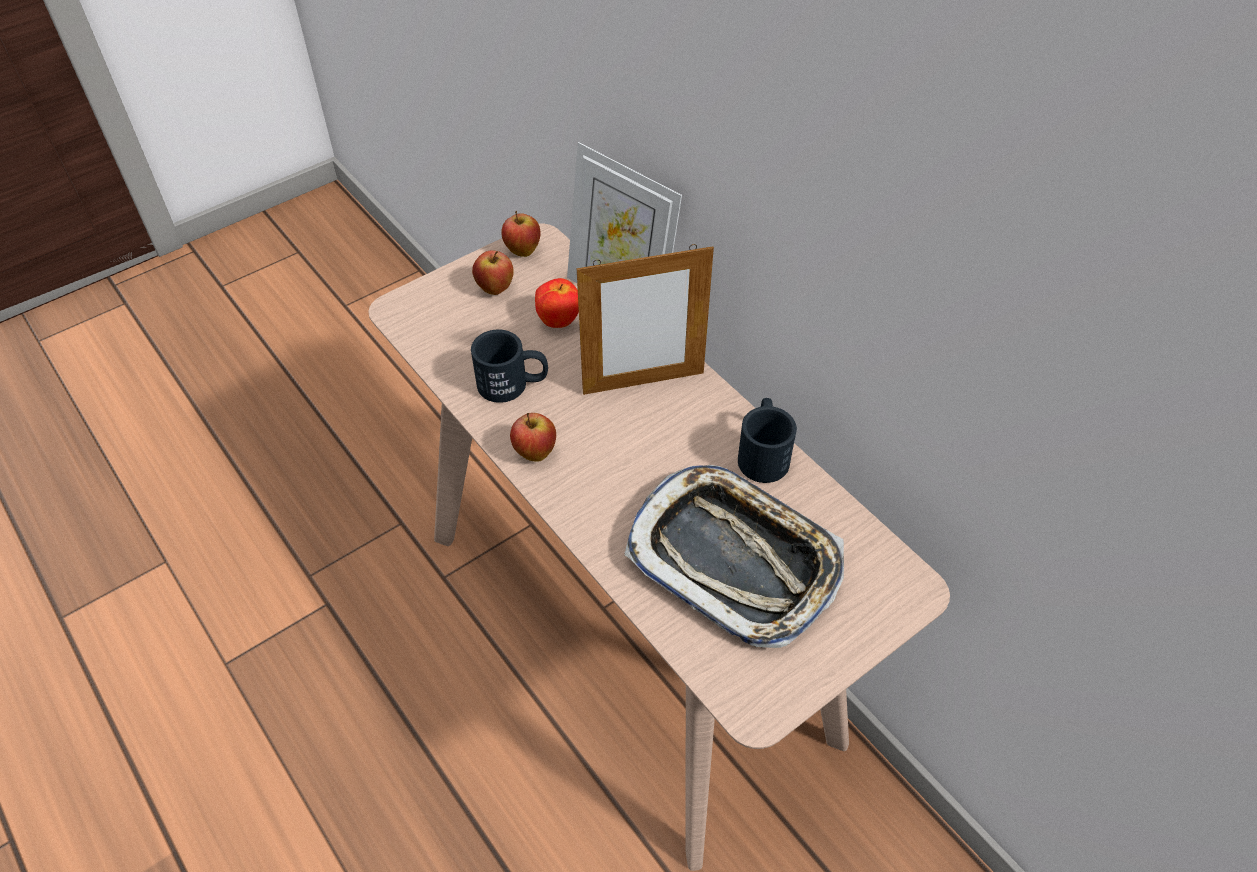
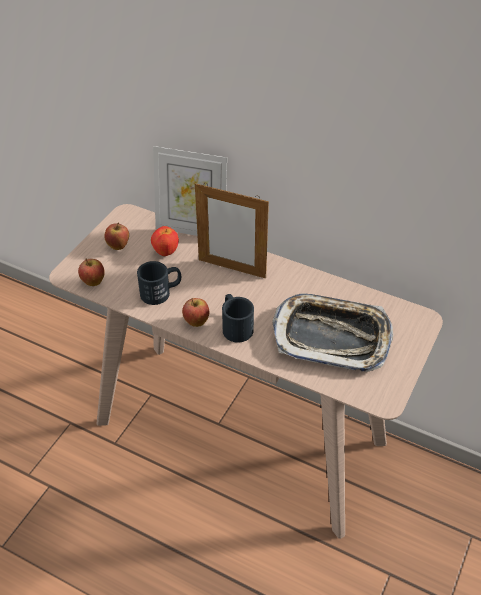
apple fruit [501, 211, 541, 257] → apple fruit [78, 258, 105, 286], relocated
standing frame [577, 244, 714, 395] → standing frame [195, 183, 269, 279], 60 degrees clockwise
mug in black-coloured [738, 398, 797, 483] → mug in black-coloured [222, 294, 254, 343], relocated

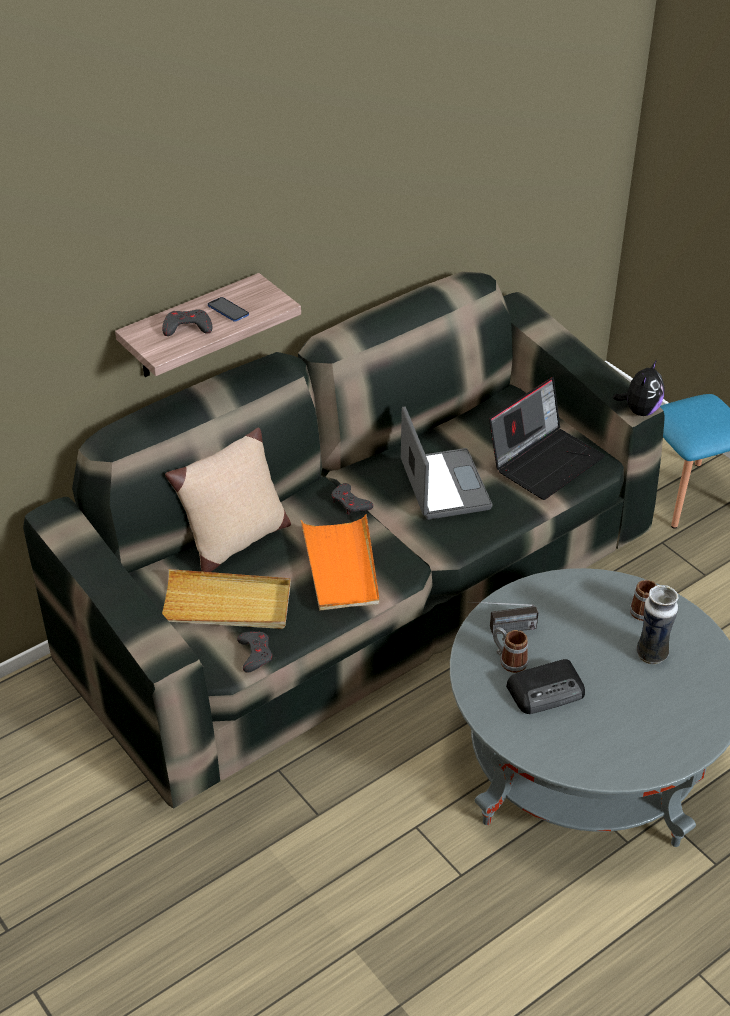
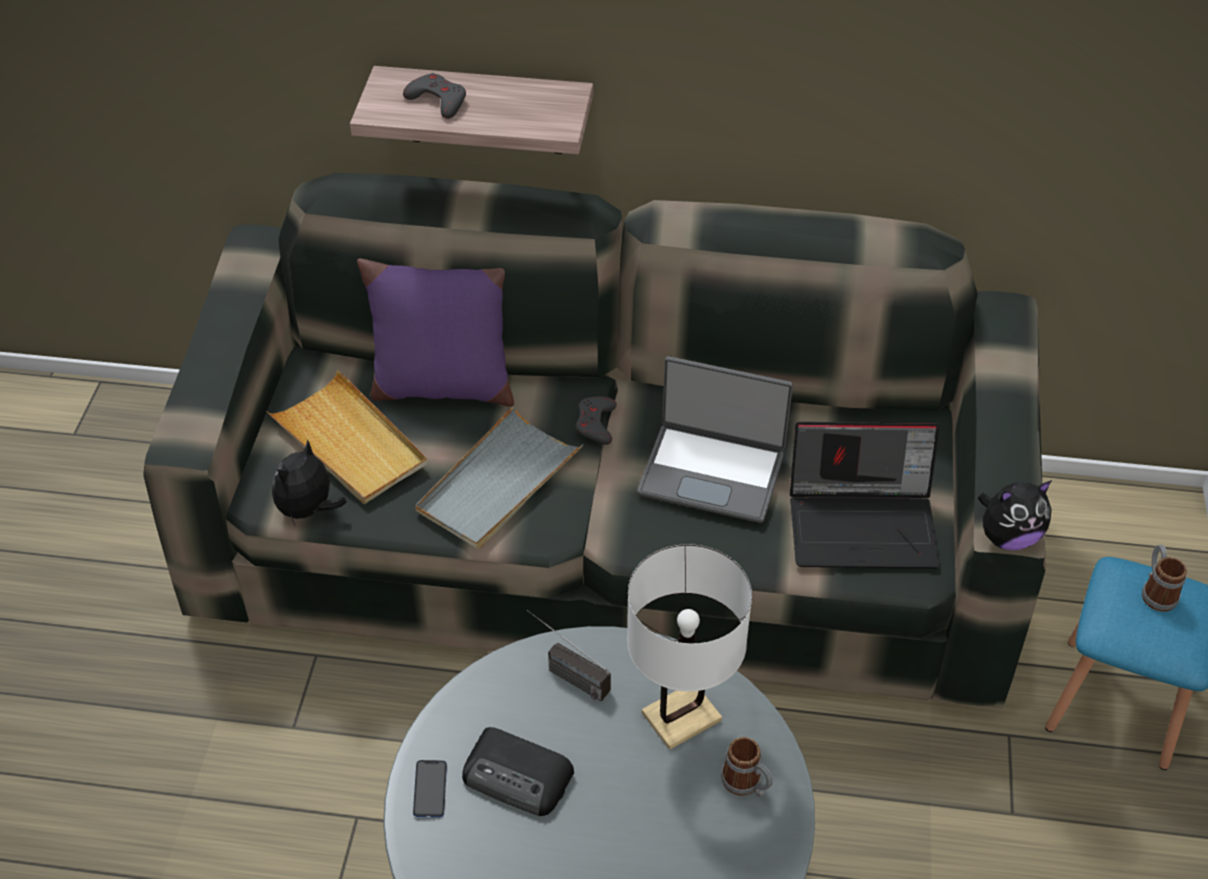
throw pillow in beige [165, 428, 291, 572] → throw pillow in purplish [357, 258, 514, 407]
telephone [208, 297, 249, 321] → telephone [413, 760, 447, 818], relocated
joypad in gray [237, 631, 272, 673] → cuddly toy [272, 439, 347, 525]
serving tray in orange [301, 514, 379, 611] → serving tray in gray [415, 406, 583, 549]
notebook computer [401, 406, 492, 520] → notebook computer [637, 356, 793, 523], 75 degrees clockwise
mug [493, 627, 528, 673] → mug [1142, 545, 1187, 612], relocated
decorative vase [636, 585, 679, 664] → -
- → tabletop lamp in white-coloured [627, 544, 752, 750]

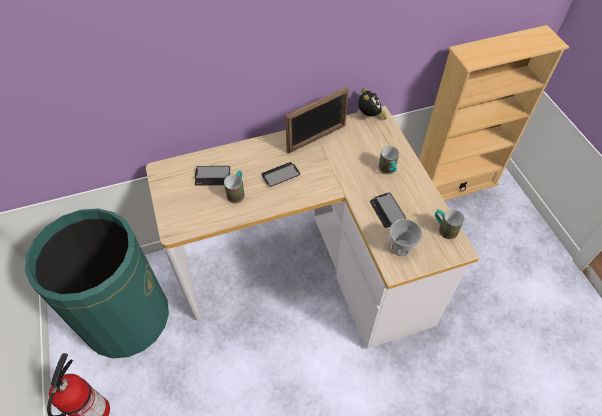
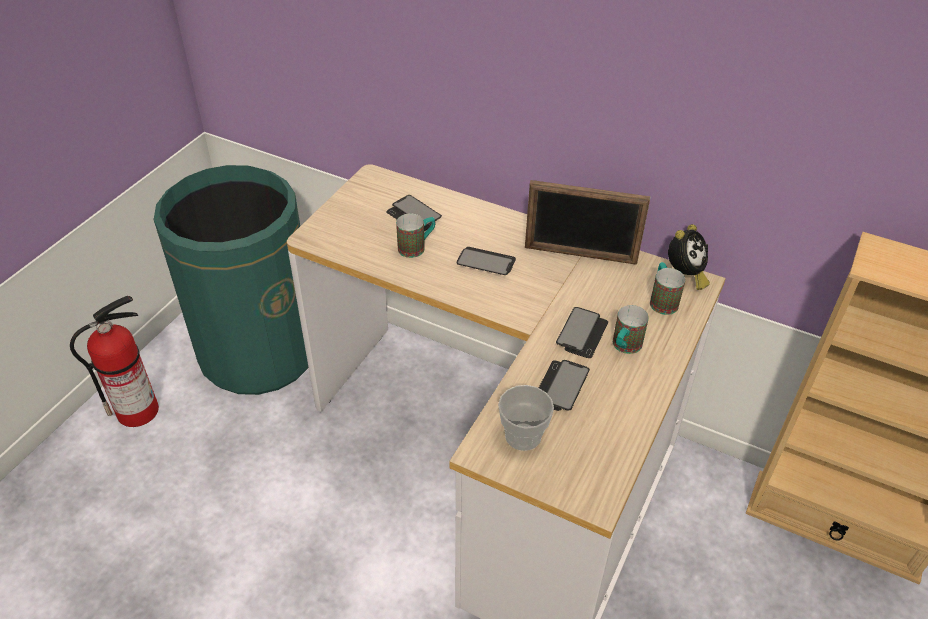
mug [435, 209, 464, 239] → mug [650, 262, 685, 315], relocated
- → telephone [556, 307, 608, 358]

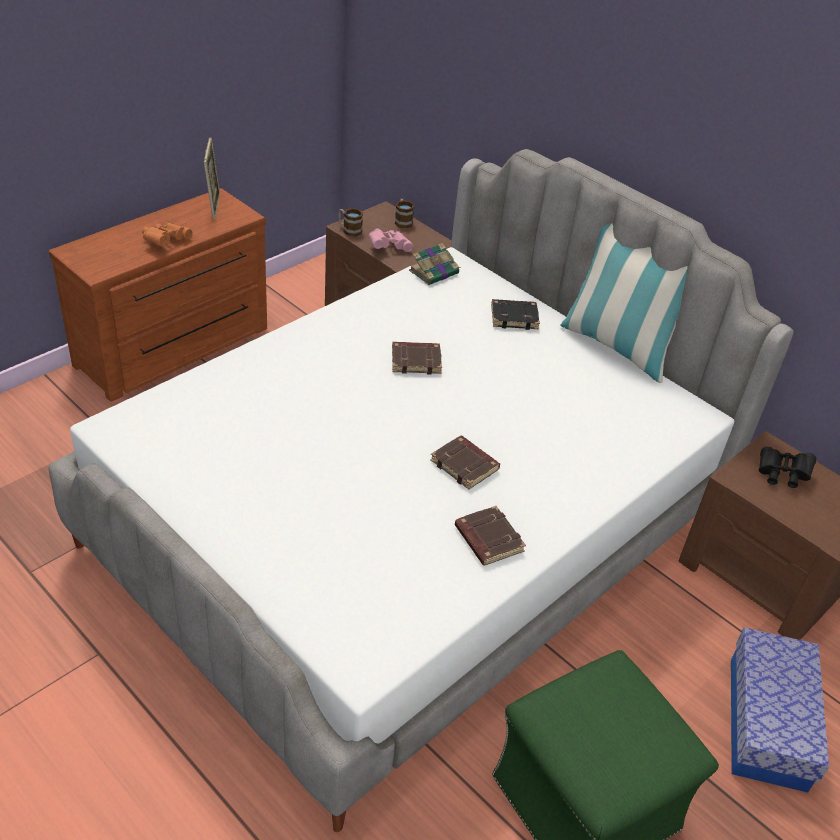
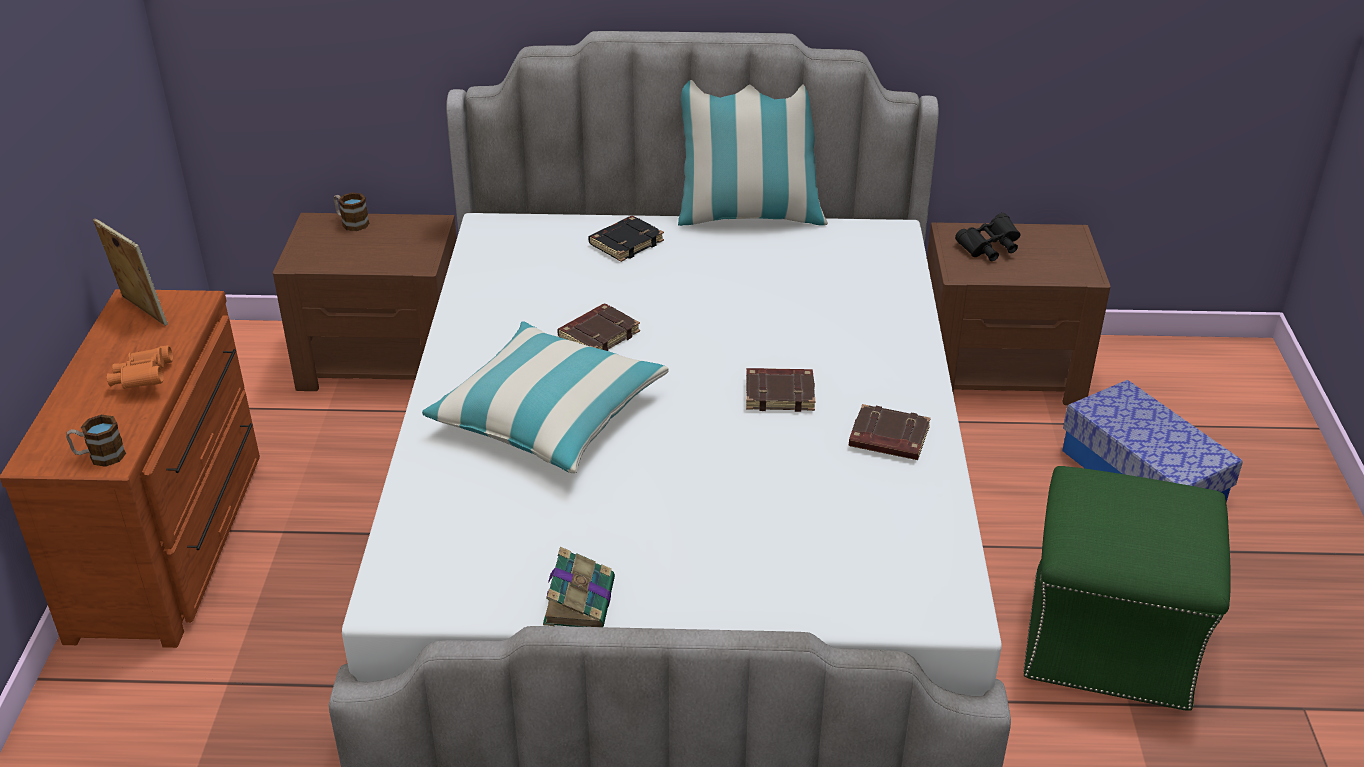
mug [338, 208, 363, 237] → mug [66, 415, 126, 467], relocated
binoculars in pinkish [369, 229, 413, 252] → -
bound book [409, 243, 460, 285] → bound book [543, 547, 615, 627], relocated
- → throw pillow [422, 322, 669, 473]

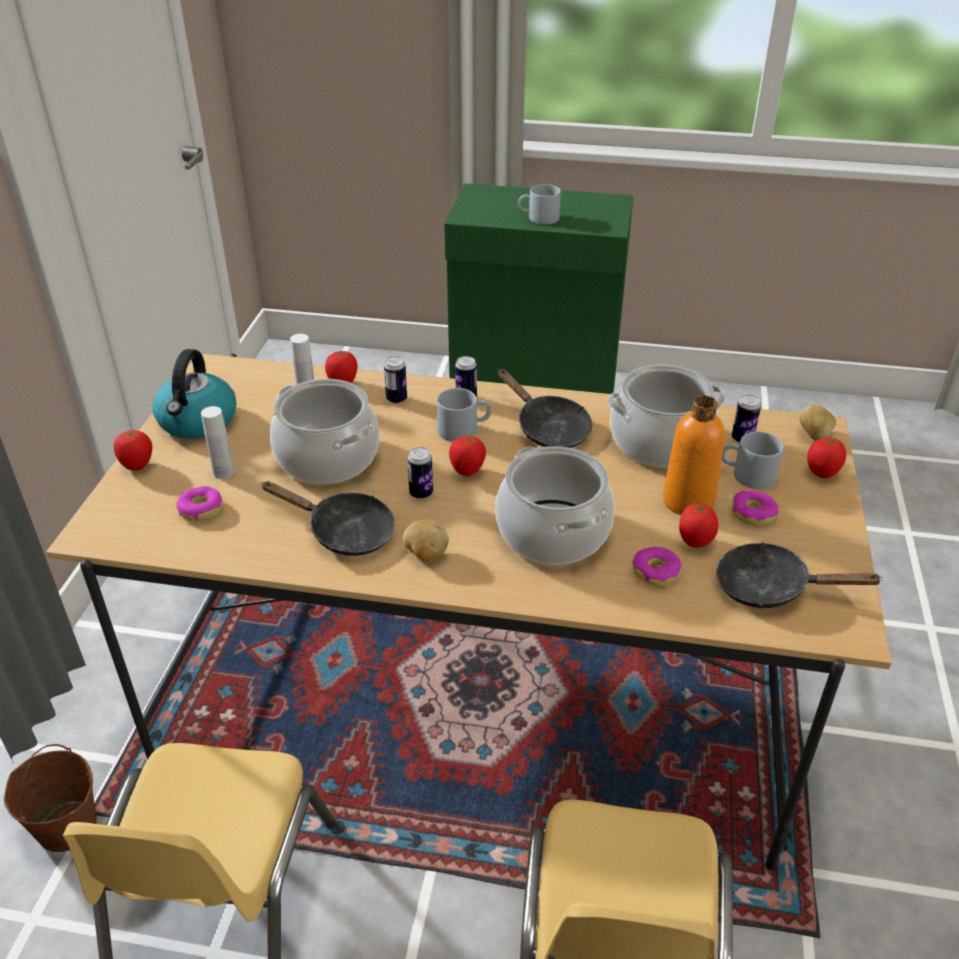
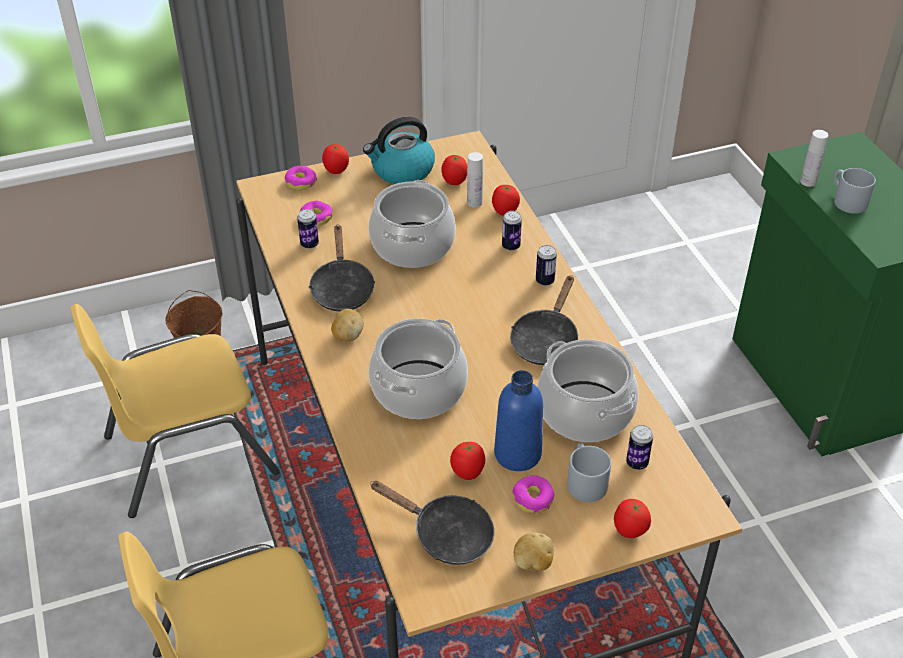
drink bottle in white-coloured [201, 406, 234, 479] → drink bottle in white-coloured [800, 130, 829, 187], relocated
can [407, 447, 433, 499] → can [297, 209, 319, 249], relocated
mug in gray [437, 388, 492, 442] → -
fresh tomato [449, 435, 486, 476] → fresh tomato [442, 155, 467, 185], relocated
doughnut [632, 547, 682, 586] → doughnut [285, 166, 317, 190], relocated
drink bottle in orange [663, 395, 725, 515] → drink bottle in blue [494, 370, 543, 471]
skillet in black-coloured [716, 542, 883, 608] → skillet in black-coloured [370, 481, 494, 565], 135 degrees clockwise
spud [799, 404, 836, 440] → spud [514, 532, 553, 570], relocated

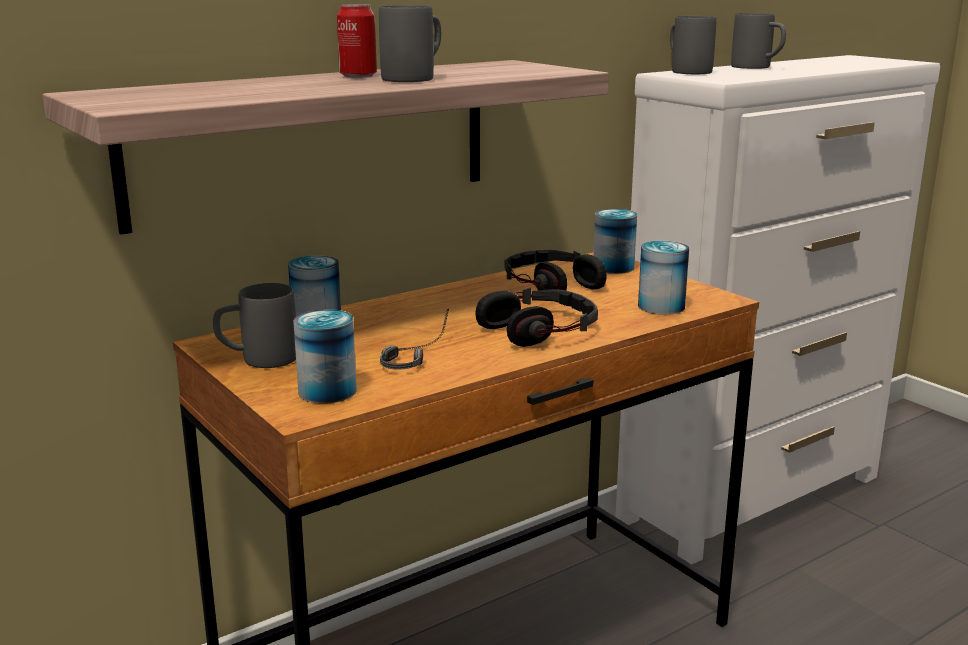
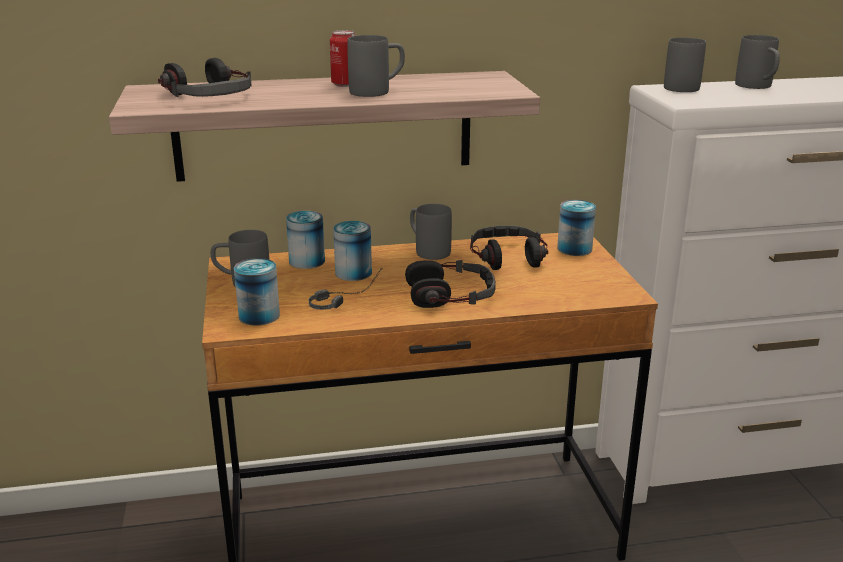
can [638, 241, 689, 315] → can [333, 221, 372, 281], relocated
- → headphones [158, 58, 252, 97]
- → mug in gray [410, 204, 452, 260]

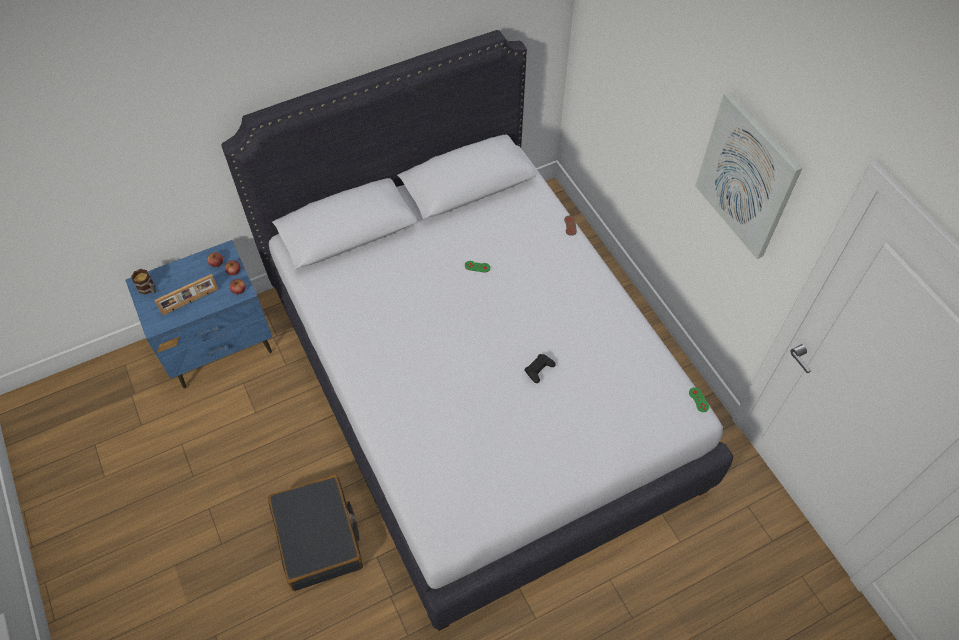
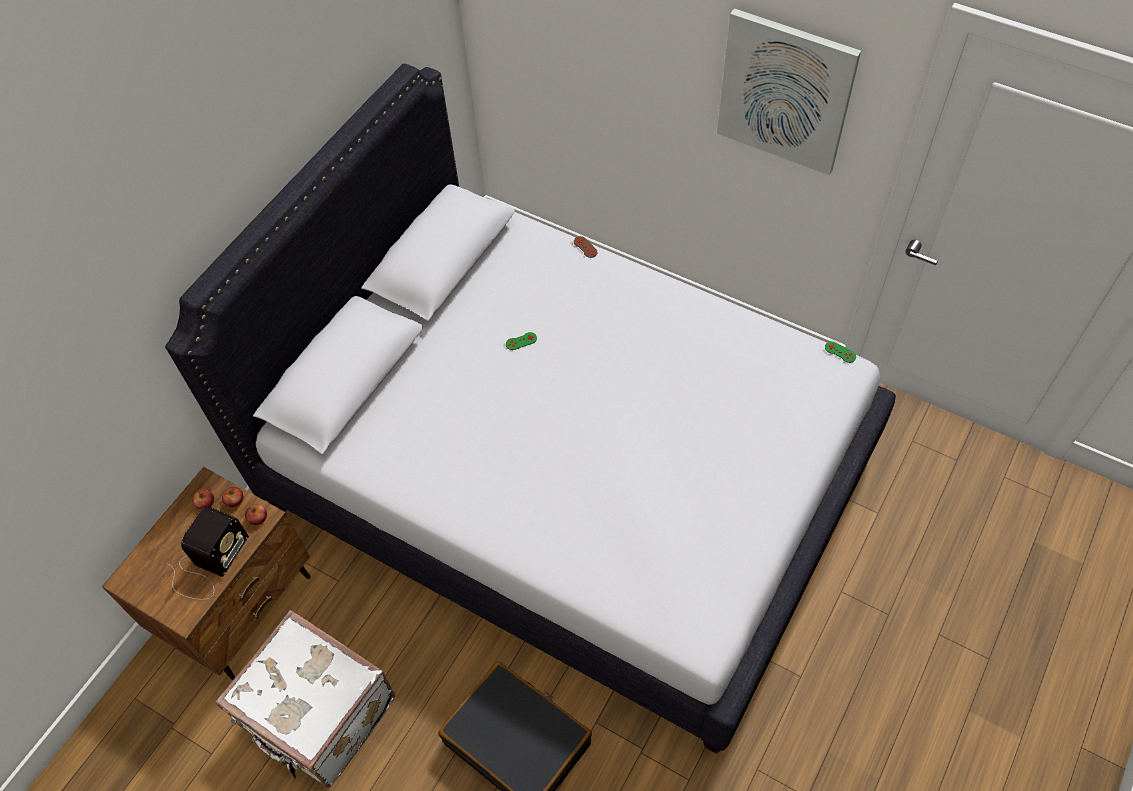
night table in blue [125, 240, 272, 388] → night table in brownish [102, 467, 310, 680]
mug [131, 269, 156, 295] → -
standing frame [155, 274, 218, 315] → radio receiver [167, 506, 249, 600]
joypad in black-coloured [524, 354, 556, 383] → -
- → travel case in white-coloured [216, 610, 395, 788]

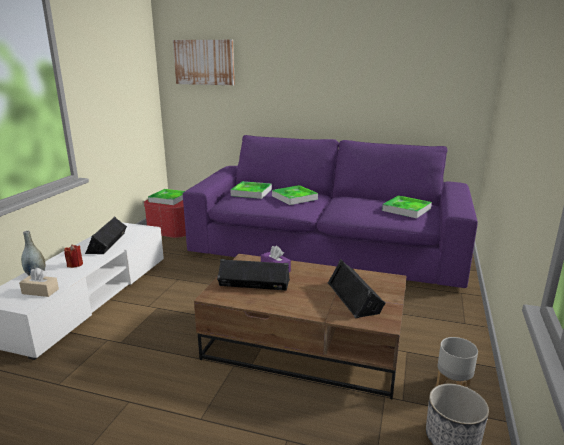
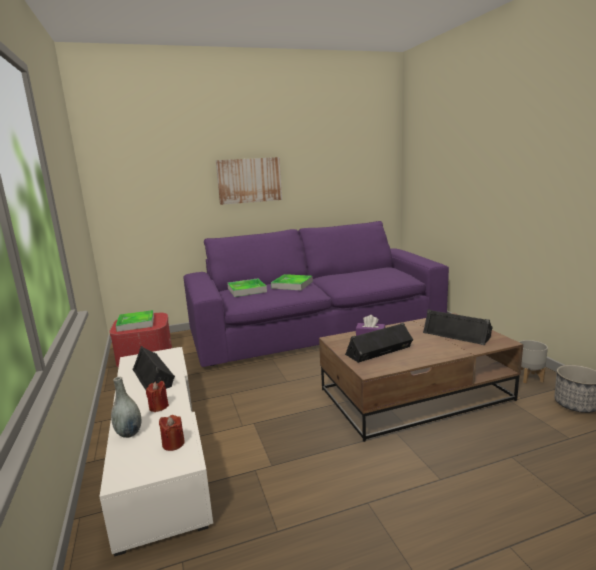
tissue box in beige [19, 268, 59, 297] → candle in red [159, 415, 185, 451]
wall picture [173, 40, 235, 85] → wall picture [216, 157, 282, 205], relocated
serving tray [382, 195, 432, 218] → -

